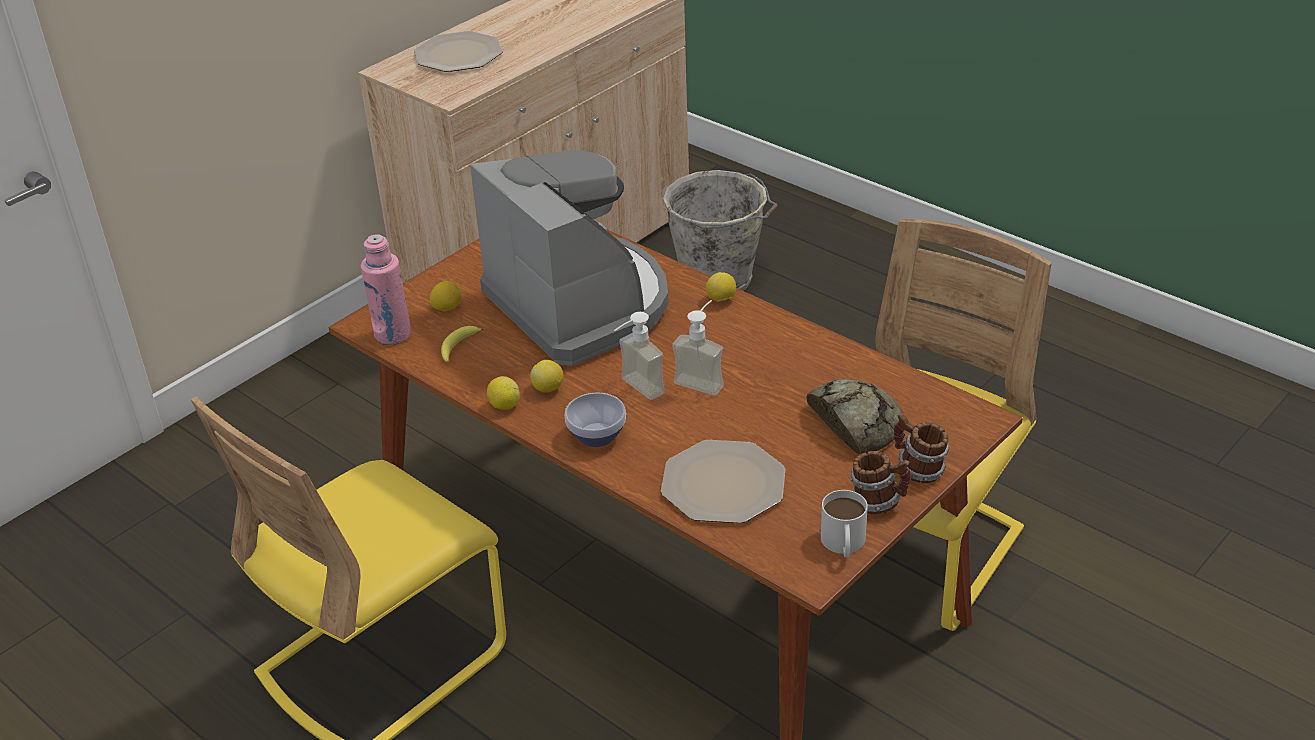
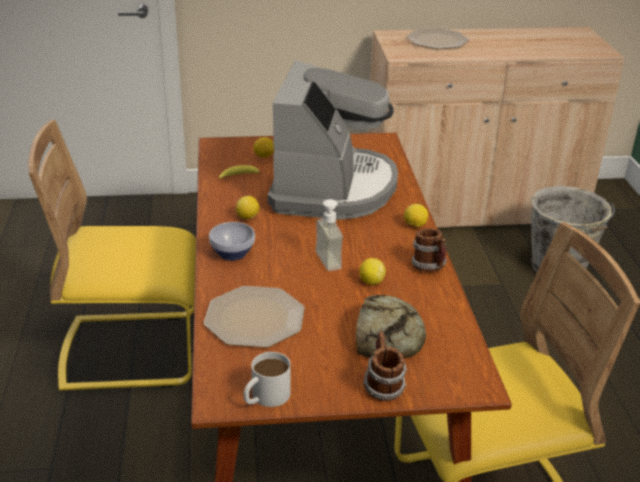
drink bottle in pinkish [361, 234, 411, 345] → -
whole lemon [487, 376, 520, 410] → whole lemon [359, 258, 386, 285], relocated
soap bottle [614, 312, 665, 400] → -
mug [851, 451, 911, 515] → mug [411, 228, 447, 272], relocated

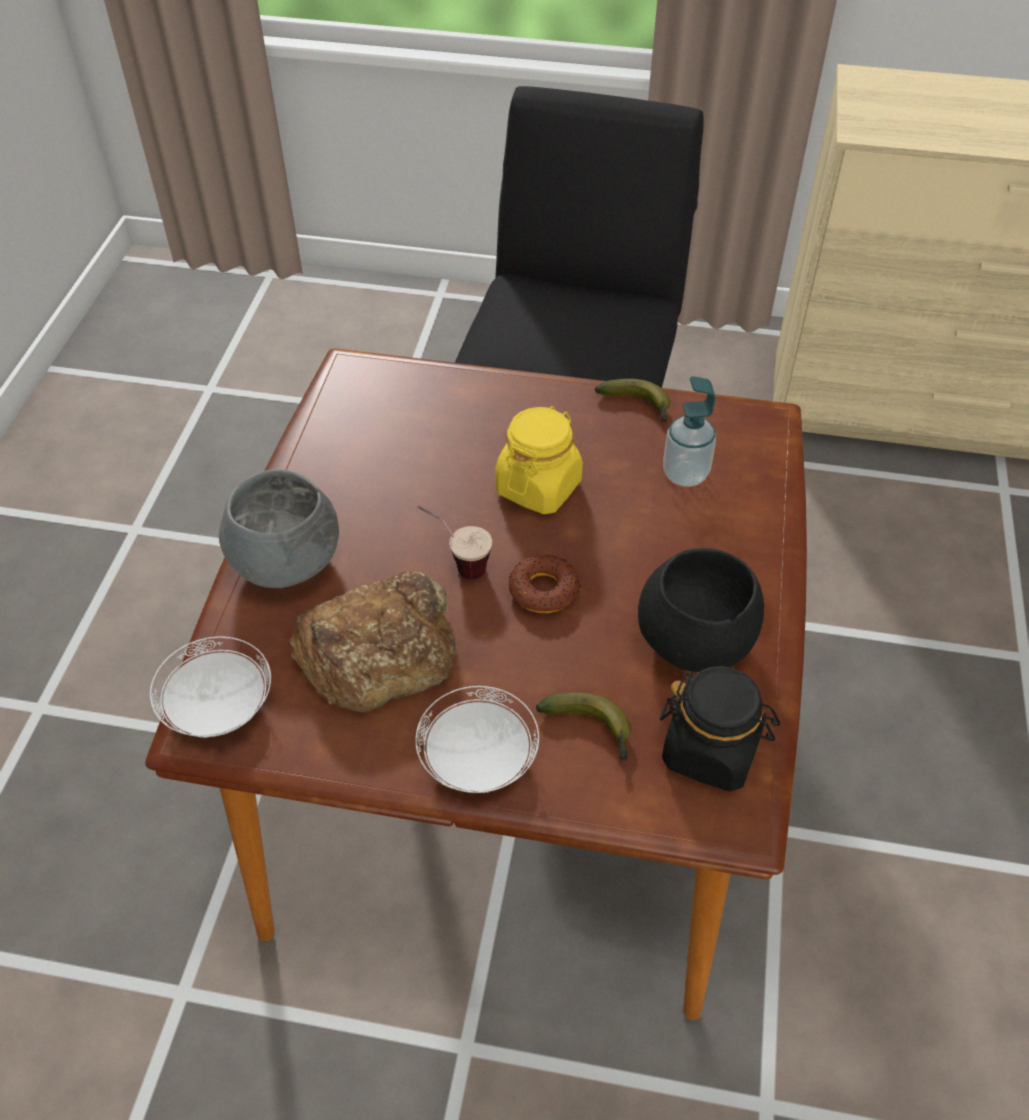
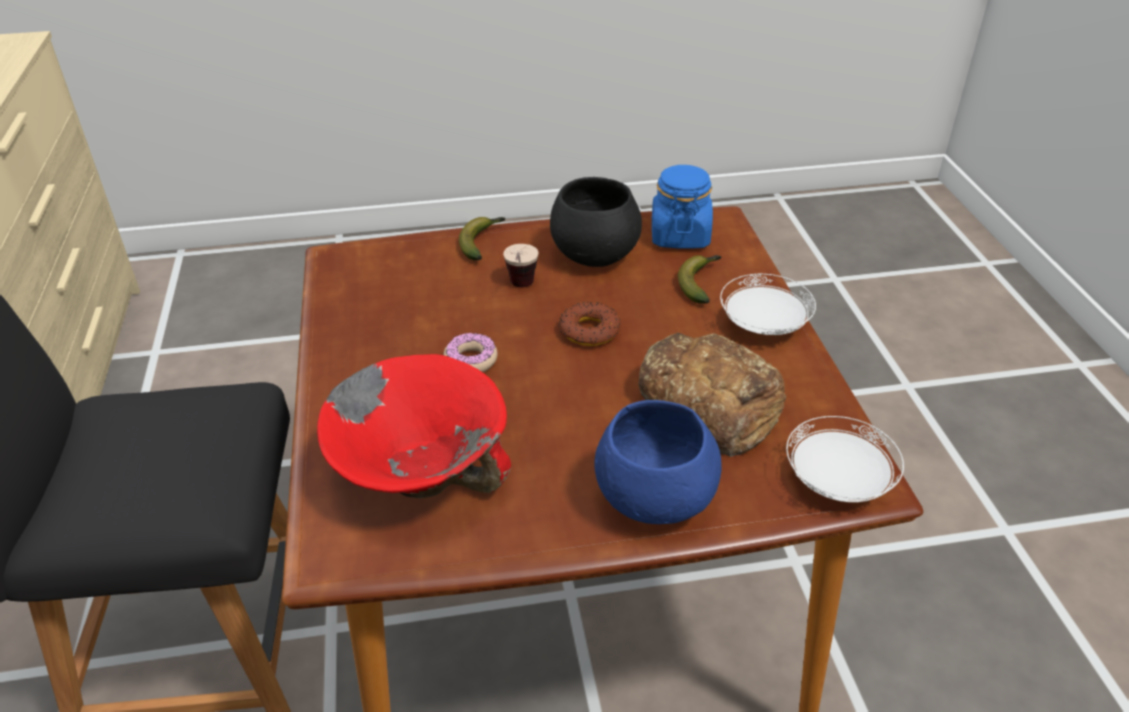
deep dish in gray [219, 469, 339, 588] → deep dish in blue [595, 400, 722, 524]
drinking cup [417, 506, 492, 579] → drinking cup [503, 244, 539, 287], relocated
storage jar in yellow [495, 406, 583, 514] → doughnut [443, 333, 497, 372]
banana fruit [595, 379, 670, 423] → banana fruit [459, 217, 505, 260], relocated
storage jar in black-coloured [660, 666, 780, 792] → storage jar in blue [652, 165, 713, 249]
soap bottle [663, 376, 716, 487] → -
- → deep dish in red [317, 354, 511, 498]

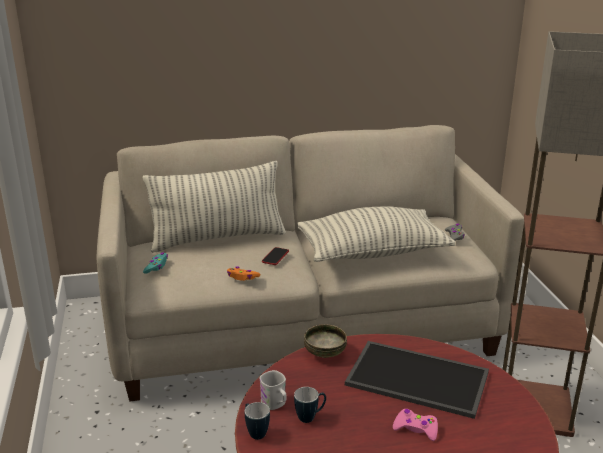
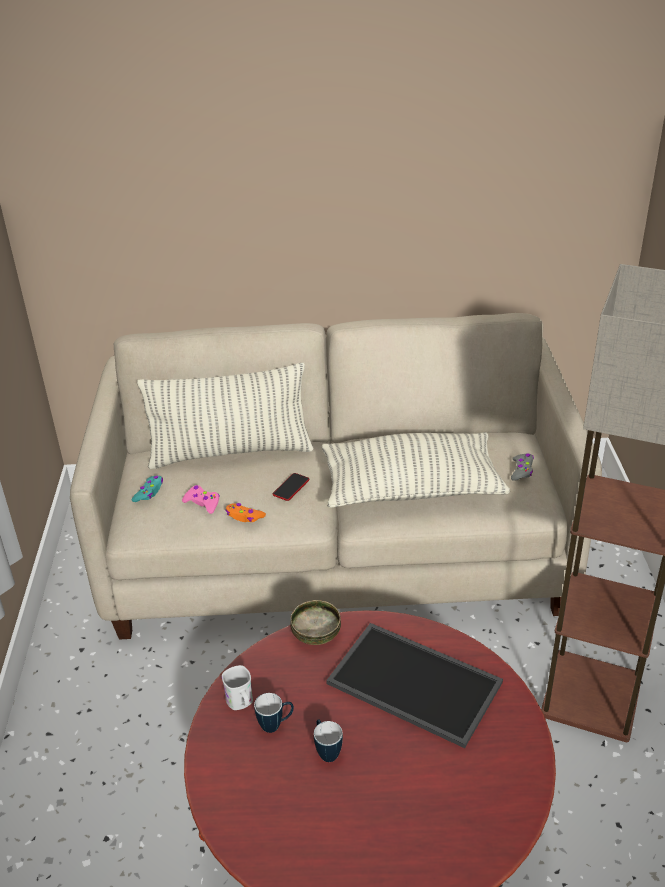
mug [245, 402, 270, 440] → mug [314, 719, 343, 762], relocated
joypad in pinkish [393, 409, 438, 441] → joypad in pinkish [182, 485, 220, 514], relocated

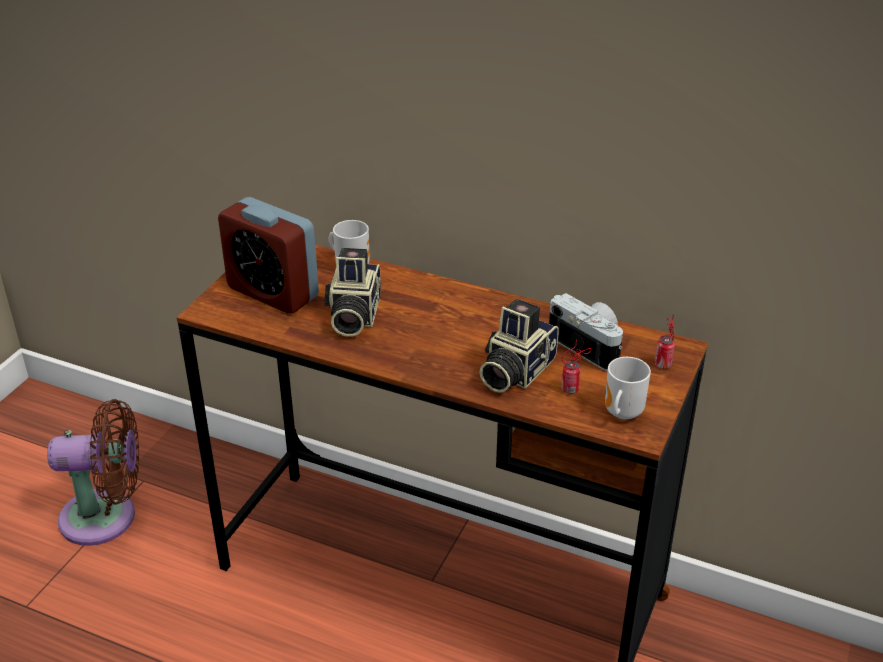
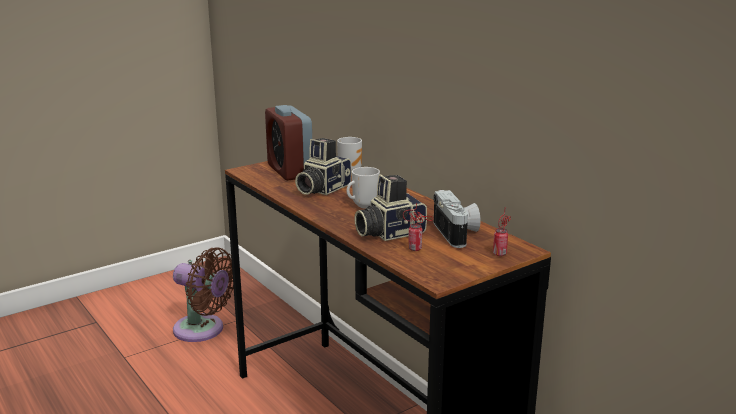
mug [605, 357, 651, 420] → mug [347, 167, 380, 209], relocated

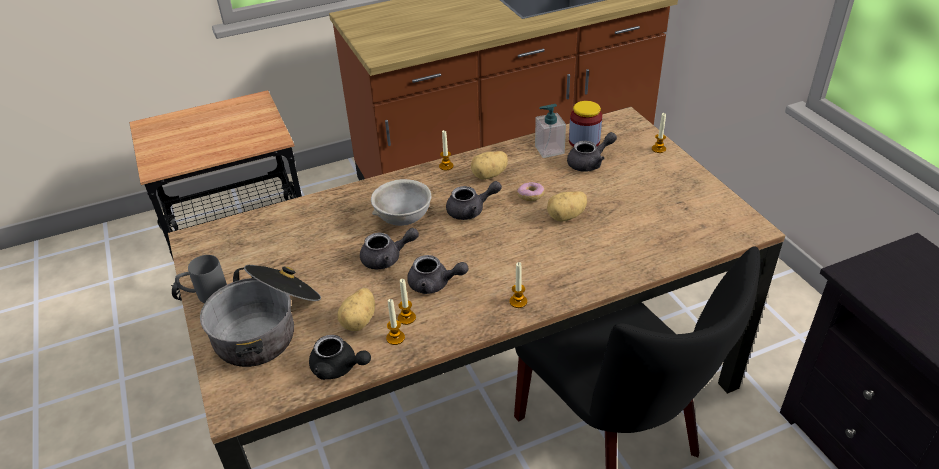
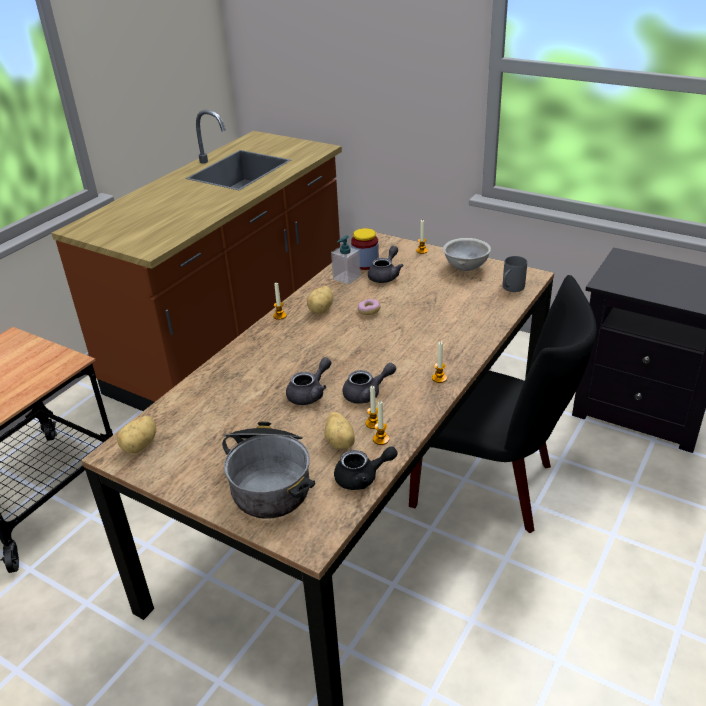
mug in gray [175, 255, 227, 303] → mug in gray [503, 256, 527, 292], relocated
deep dish in gray [371, 179, 431, 226] → deep dish in gray [443, 238, 491, 271], relocated
pot for tea in gray [446, 181, 502, 220] → -
spud [547, 191, 587, 222] → spud [117, 416, 156, 453], relocated

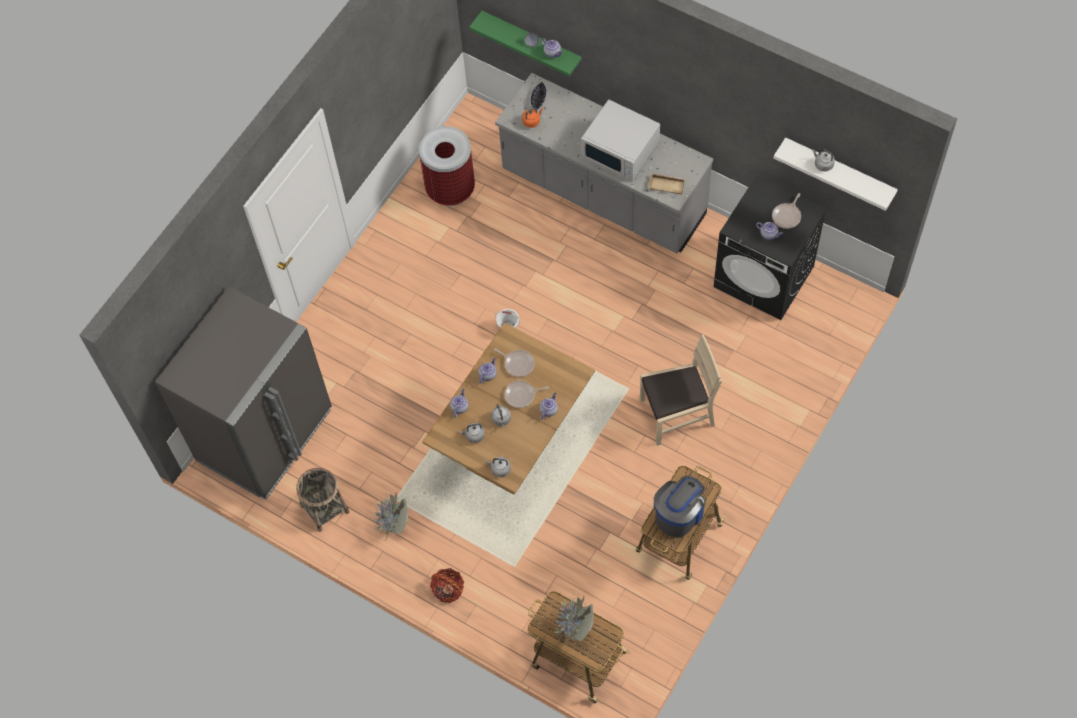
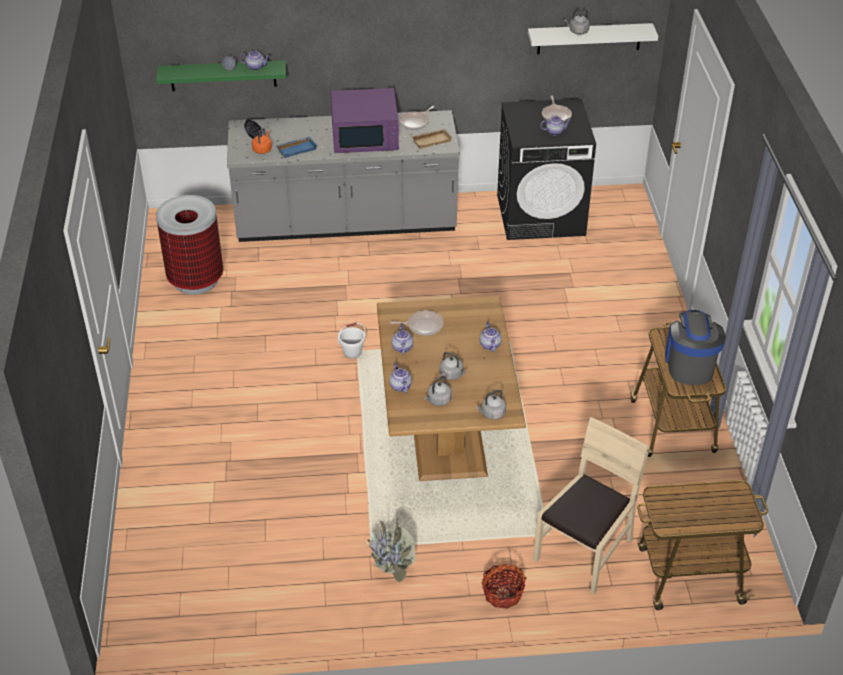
refrigerator in gray [155, 286, 332, 500] → -
household basket [296, 468, 350, 532] → -
skillet [505, 381, 549, 408] → skillet [399, 106, 434, 130], relocated
plant in a pot [535, 591, 594, 647] → -
kitchen microwave in white-coloured [581, 99, 660, 181] → kitchen microwave in purplish [331, 88, 399, 153]
chair in beige [640, 335, 722, 446] → chair in beige [533, 417, 649, 595], relocated
- → serving tray in blue [276, 137, 318, 158]

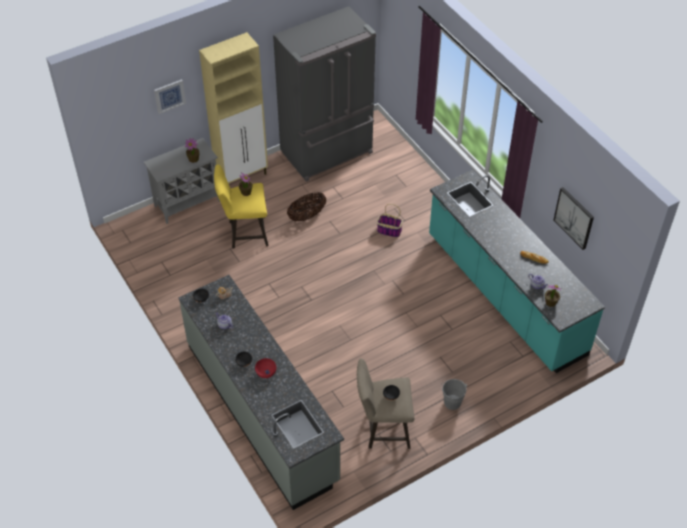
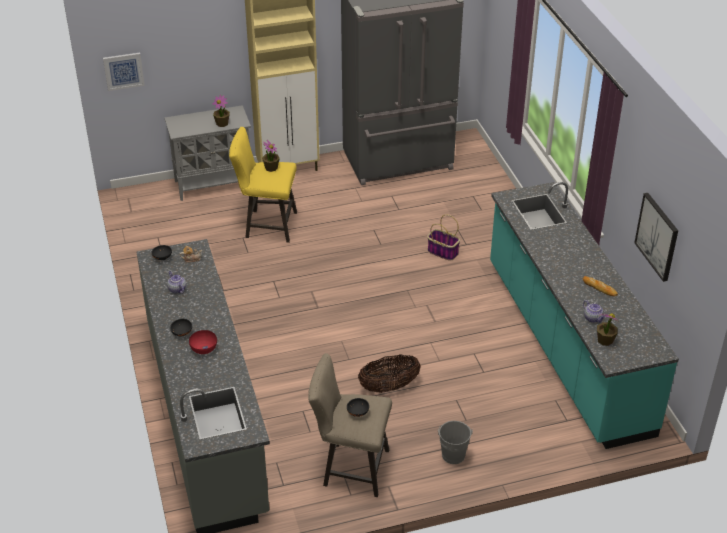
wall picture [154, 79, 186, 114] → wall picture [103, 53, 145, 91], relocated
household basket [287, 192, 326, 221] → household basket [358, 354, 421, 393], relocated

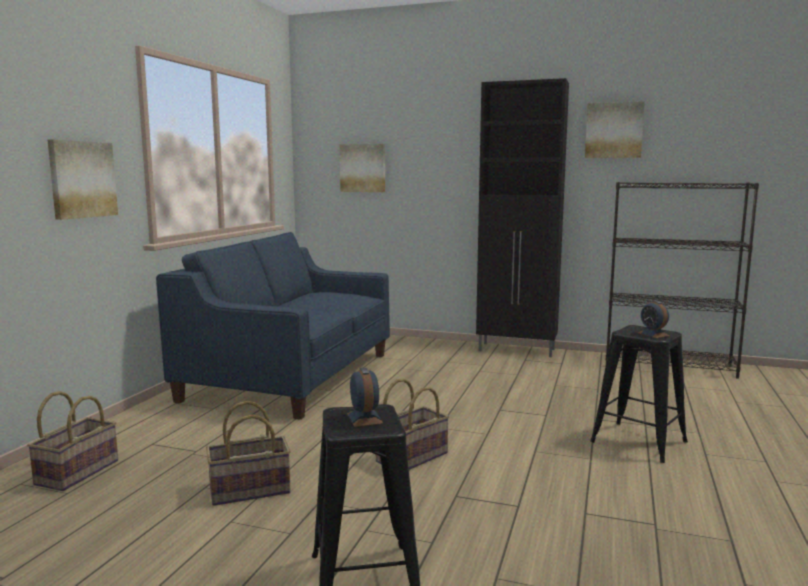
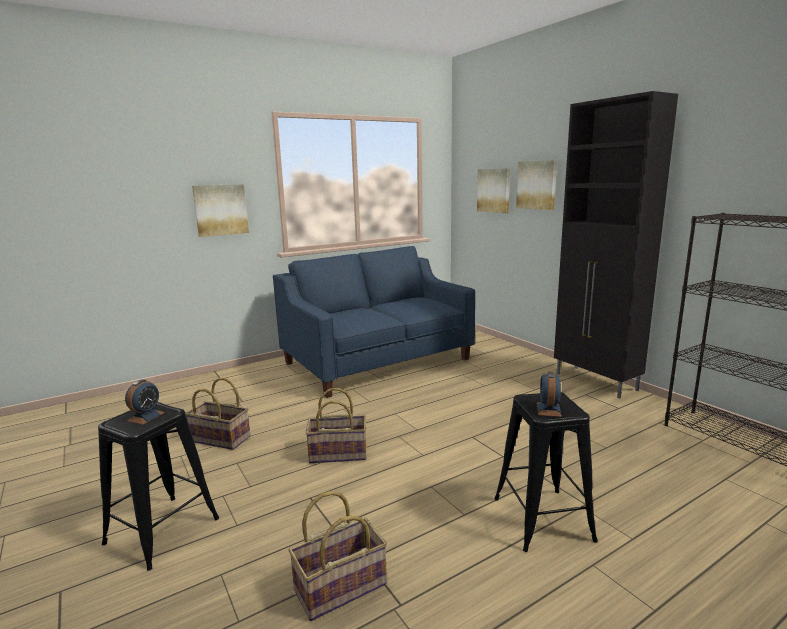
household basket [27, 391, 118, 491] → household basket [289, 491, 387, 621], relocated
wall picture [585, 101, 645, 158] → wall picture [516, 160, 557, 210], relocated

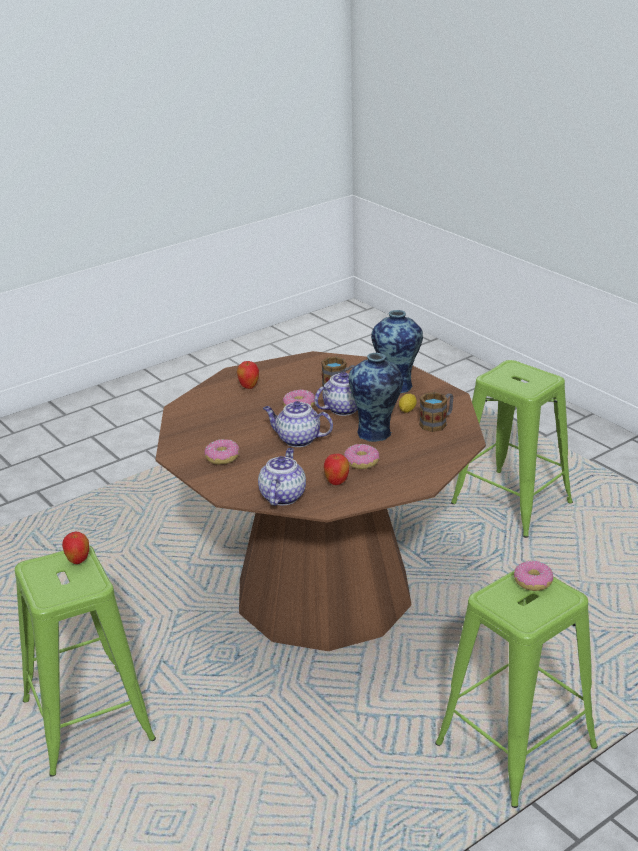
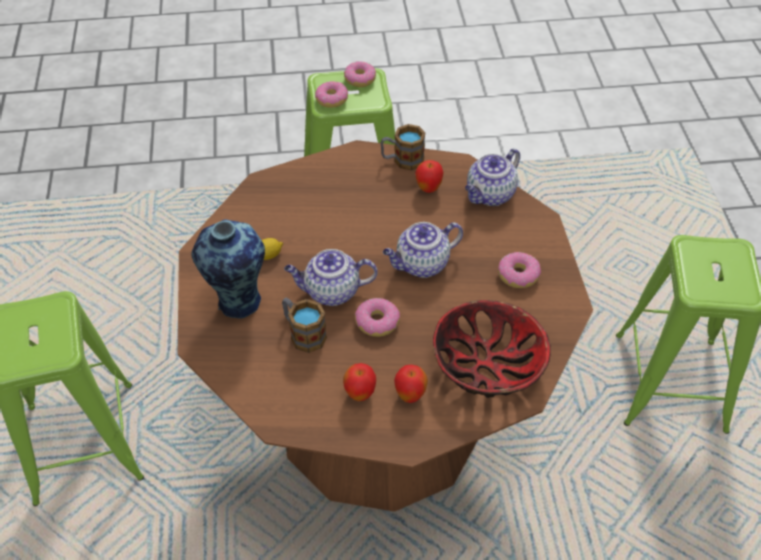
apple fruit [62, 532, 89, 564] → apple fruit [343, 363, 376, 401], relocated
pot for tea [263, 401, 333, 447] → pot for tea [383, 222, 463, 278], 105 degrees clockwise
doughnut [344, 444, 379, 469] → doughnut [344, 61, 376, 87], relocated
decorative vase [349, 353, 403, 442] → -
mug [419, 392, 453, 432] → mug [380, 124, 425, 170], relocated
- → deep dish [433, 300, 551, 398]

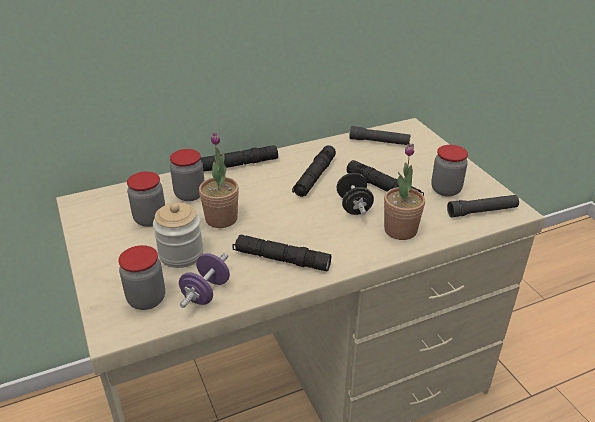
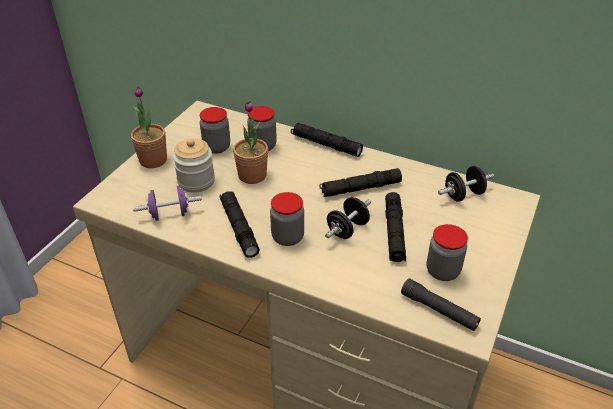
storage jar [119, 245, 165, 310] → storage jar [270, 192, 304, 246], relocated
torch in black-coloured [349, 126, 410, 145] → hand weight in black-coloured [438, 166, 494, 202]
plant in a pot [384, 144, 425, 240] → plant in a pot [131, 86, 167, 168], relocated

